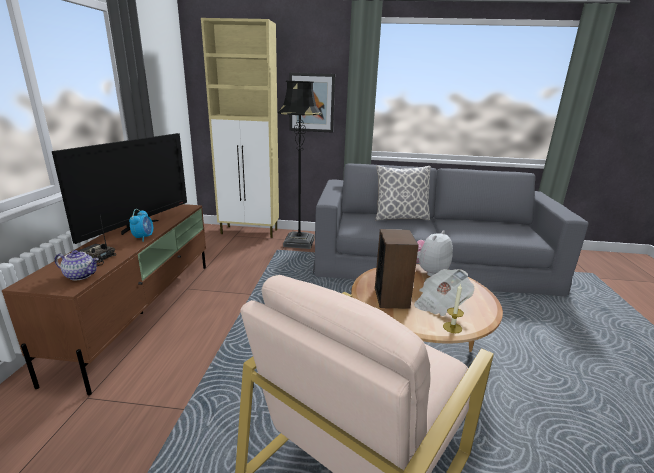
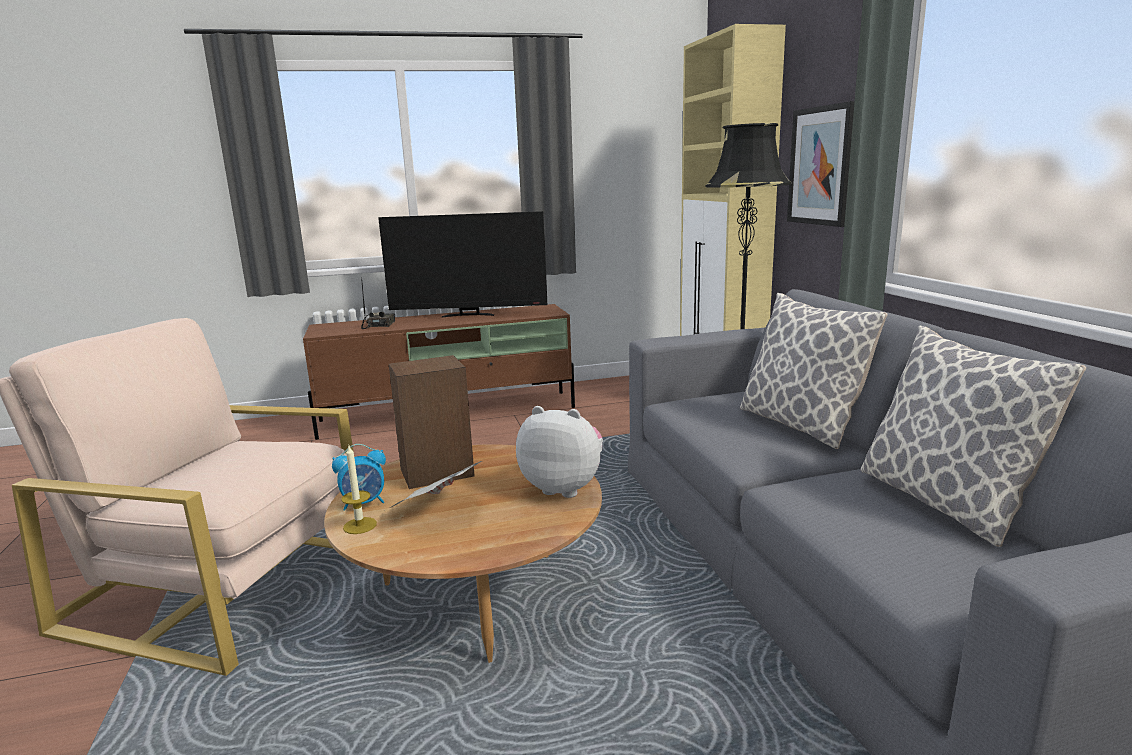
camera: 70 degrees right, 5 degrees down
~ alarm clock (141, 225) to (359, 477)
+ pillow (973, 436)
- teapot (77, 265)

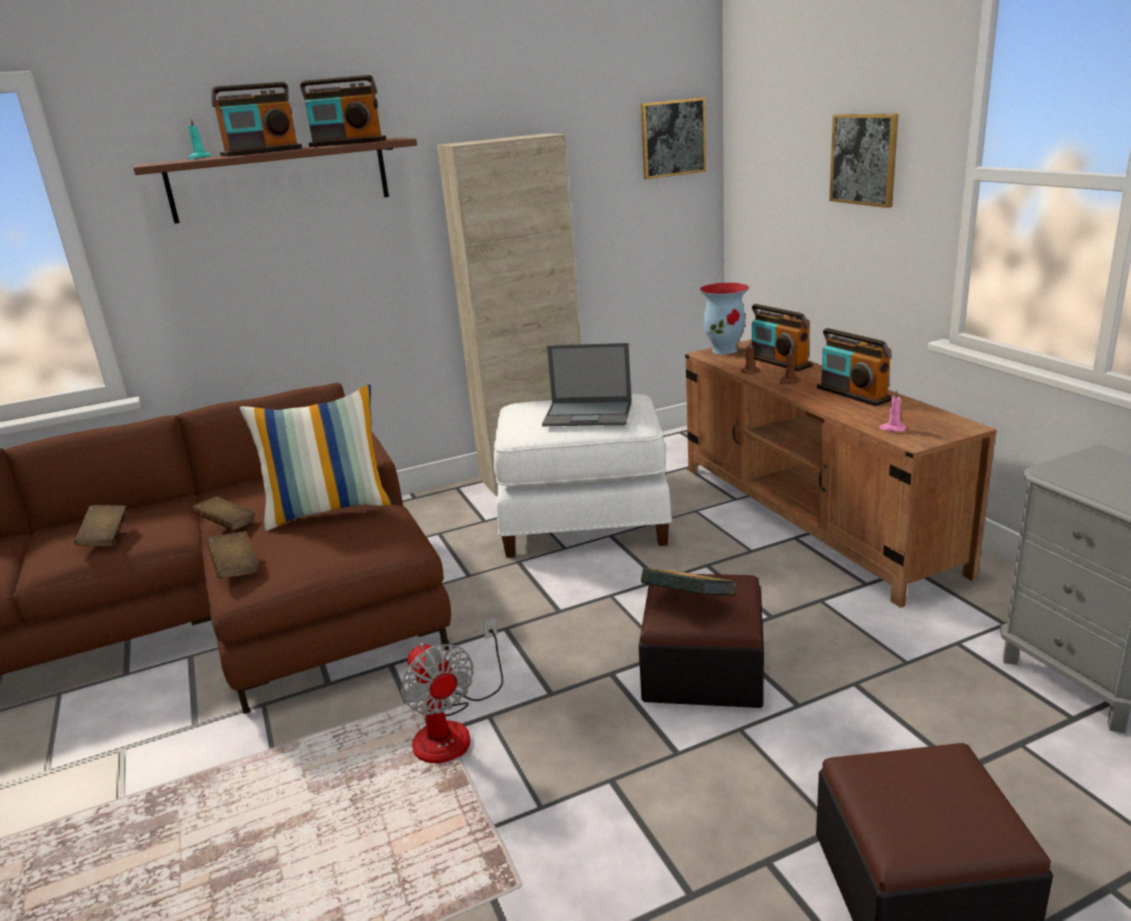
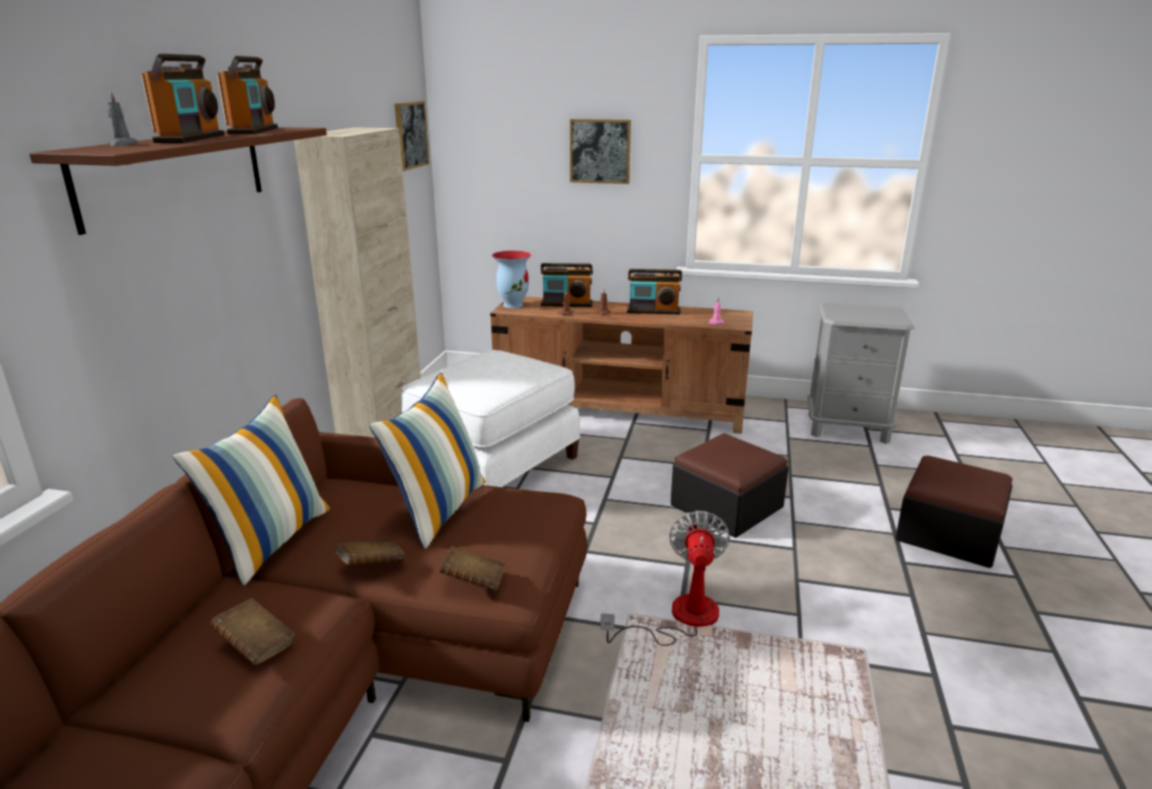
camera: 55 degrees left, 0 degrees up
~ candle/turquoise (199, 139) to candle/grey (123, 118)
+ pillow (251, 490)
~ radio (343, 111) = (247, 95) 45 degrees counterclockwise
~ fan (452, 690) = (665, 578) 90 degrees counterclockwise
- laptop (587, 384)
- book (688, 582)

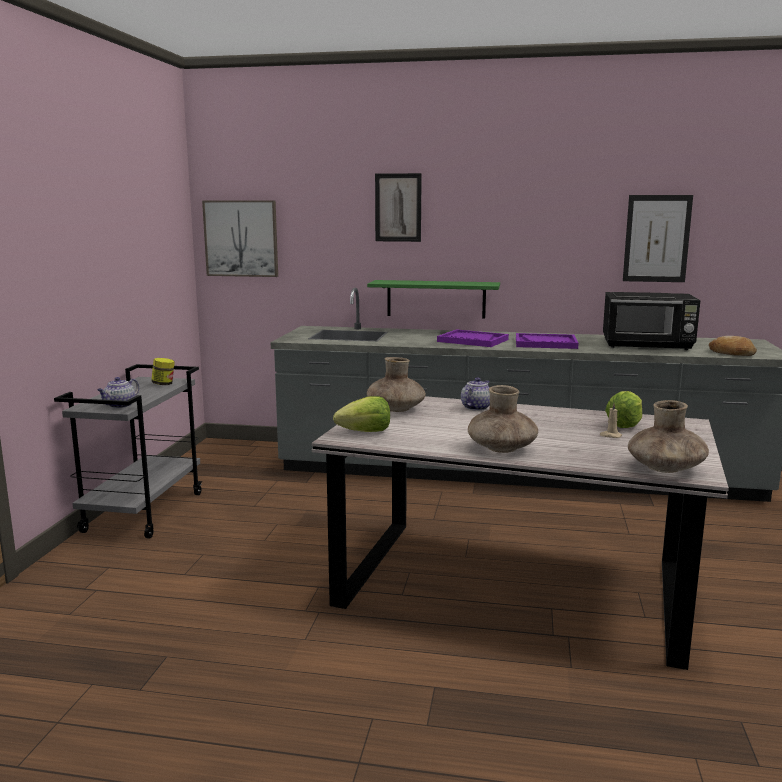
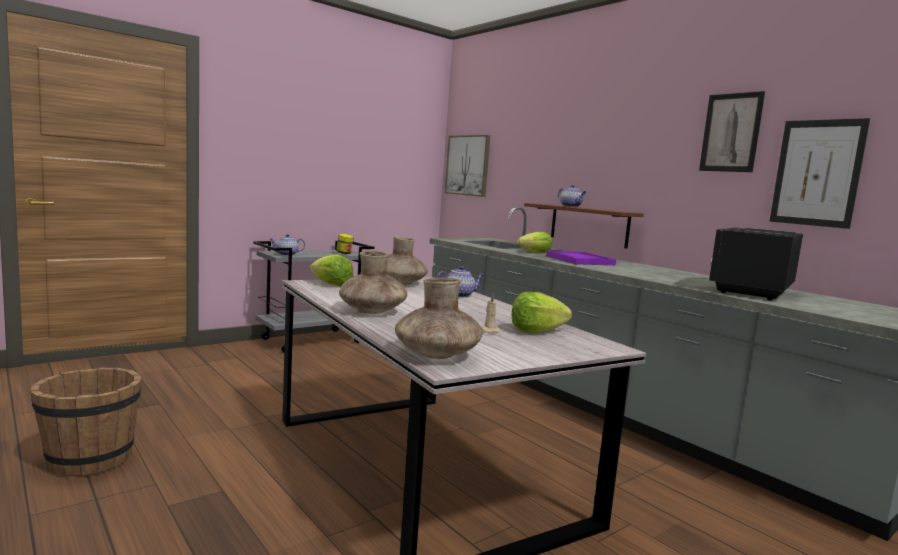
camera: 40 degrees right, 5 degrees down
+ bucket/brown (85, 422)
+ lettuce (534, 242)
~ shelf/green (433, 299) to shelf/brown (584, 226)
+ teapot (572, 196)
~ picture (398, 207) to (732, 131)
~ microwave/black (651, 321) = (756, 264) 75 degrees clockwise
- tray/purple (547, 341)
- bread (733, 346)

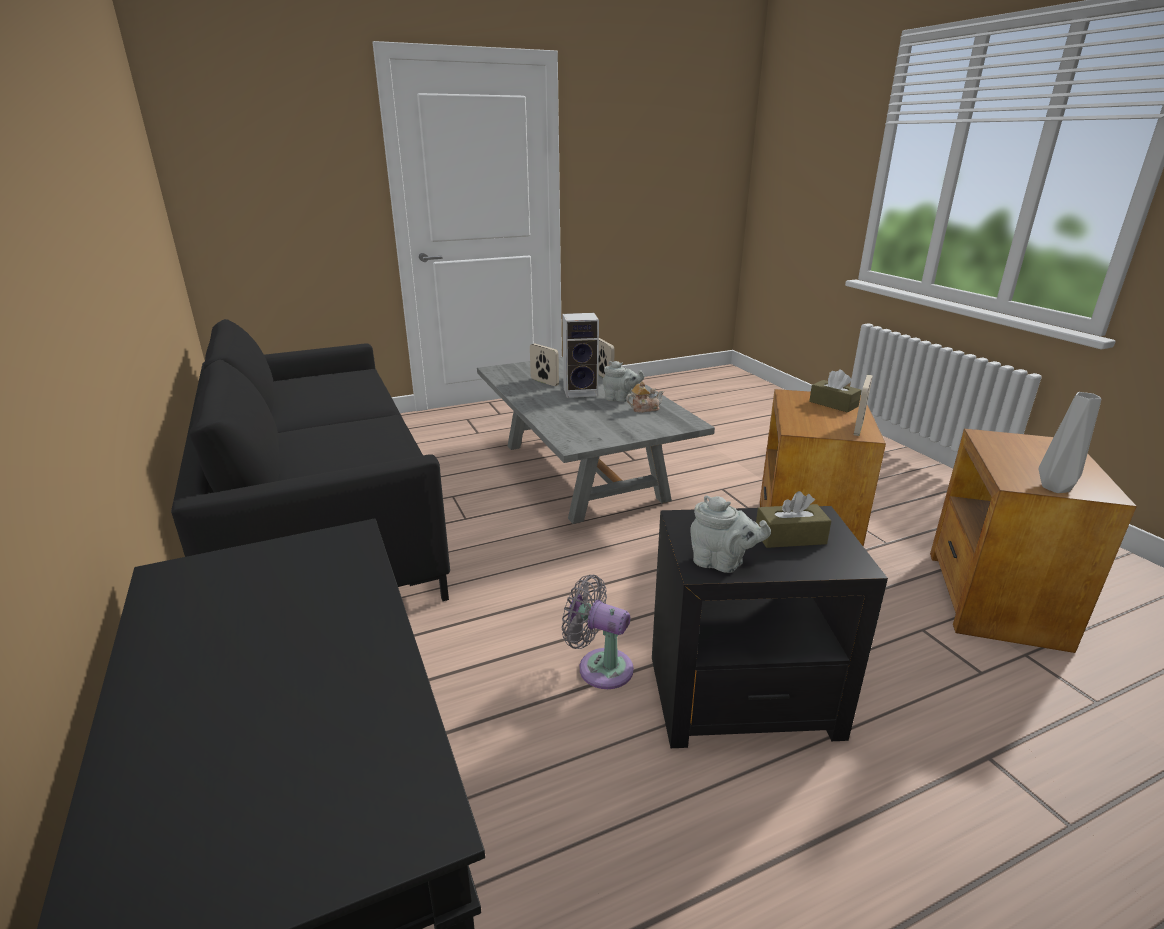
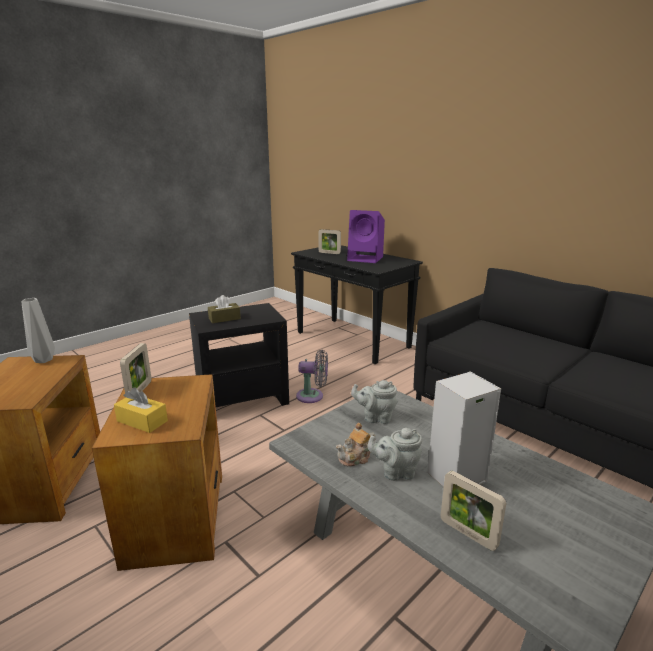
camera: 160 degrees right, 5 degrees down
~ tissue box/brown (835, 391) to tissue box/yellow (141, 410)
~ picture frame (544, 365) to (329, 241)
+ speaker/purple (366, 236)
~ teapot/grey (730, 534) to (374, 402)

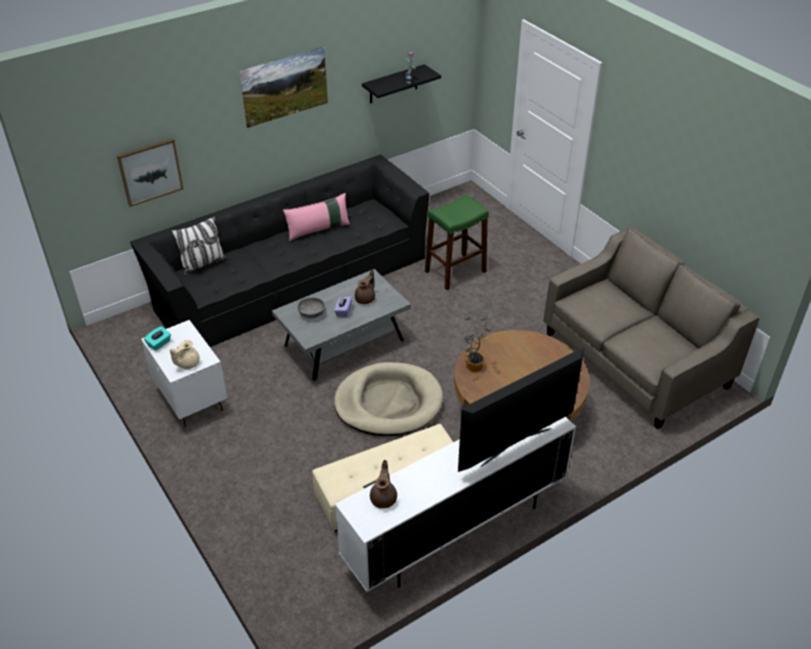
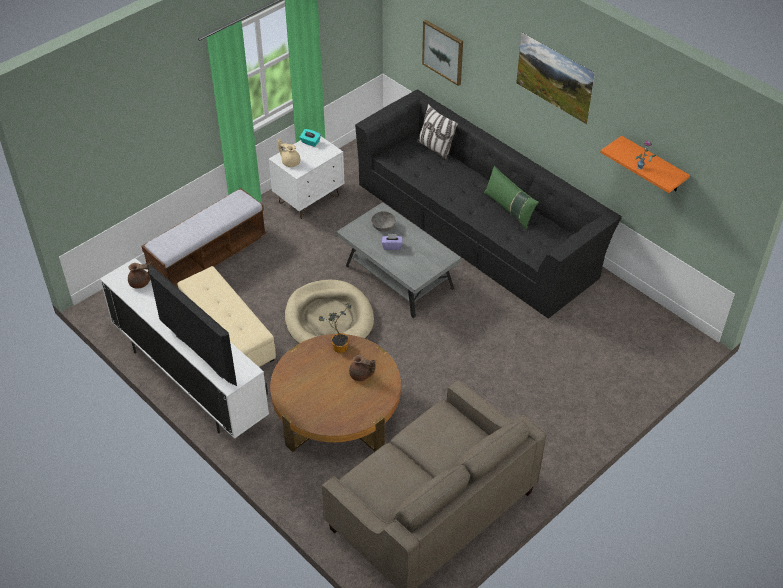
camera: 80 degrees right, 5 degrees up
+ bench (203, 238)
~ teapot/brown (365, 286) to (362, 368)
~ pillow/pink (316, 217) to pillow/green (511, 197)
~ shelf/black (401, 84) to shelf/orange (645, 164)
- stool/green (457, 242)

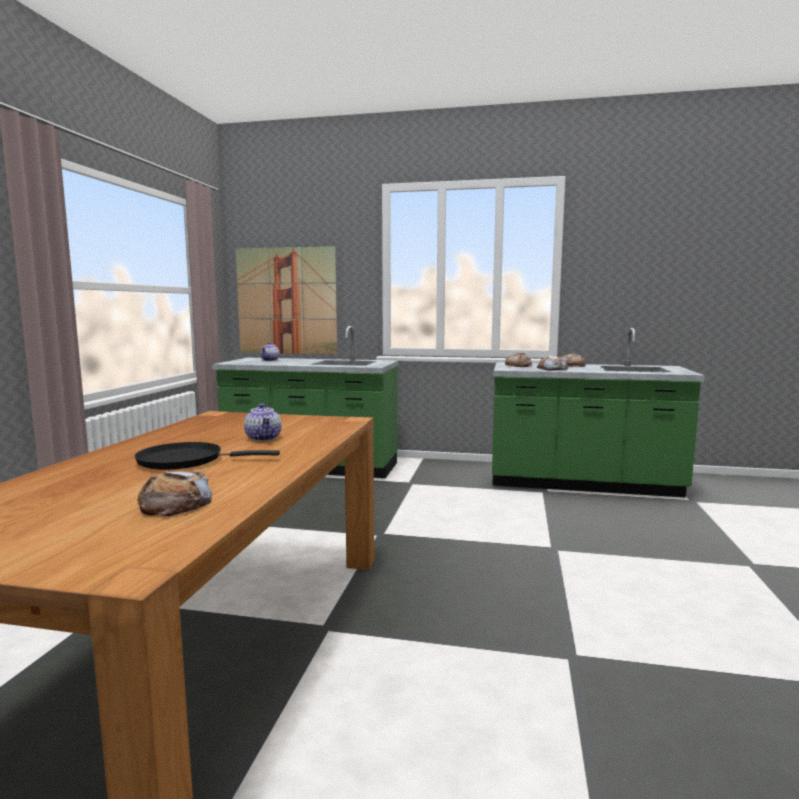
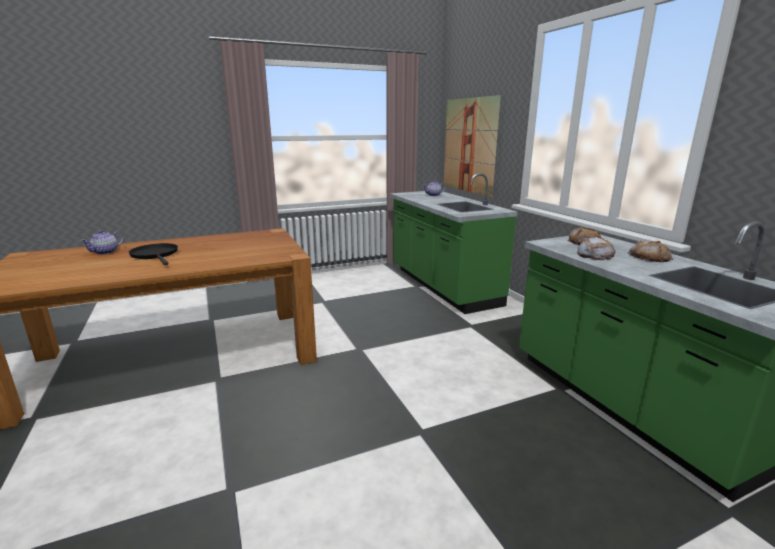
camera: 55 degrees right, 10 degrees up
~ teapot (263, 422) to (101, 242)
- bread (174, 493)

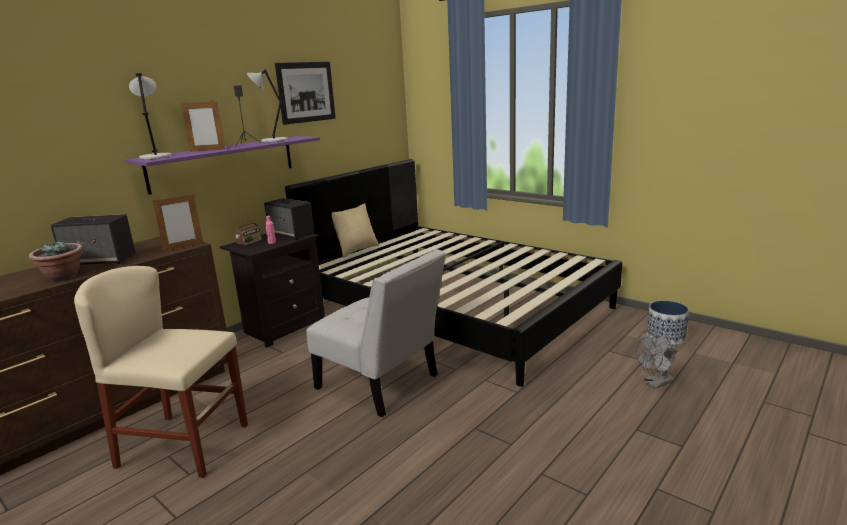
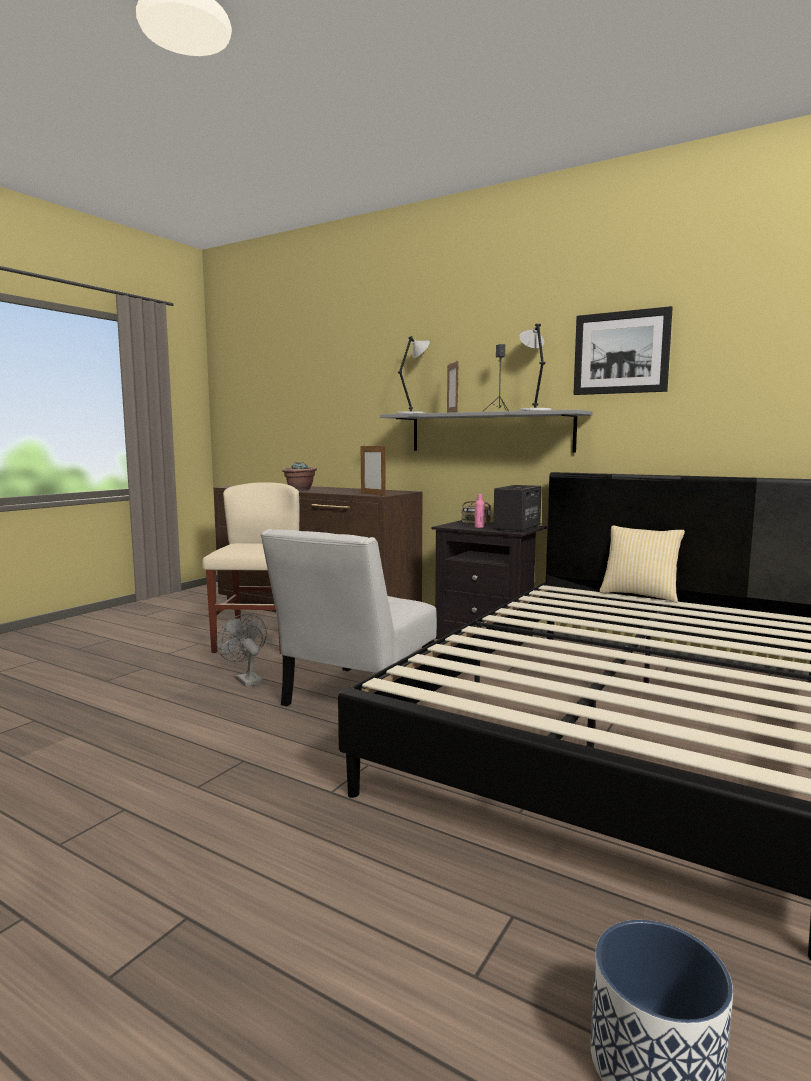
camera: 80 degrees right, 10 degrees down
~ fan/grey (656, 359) to (242, 650)
~ shelf/purple (223, 165) to shelf/grey (486, 430)
- speaker (93, 239)

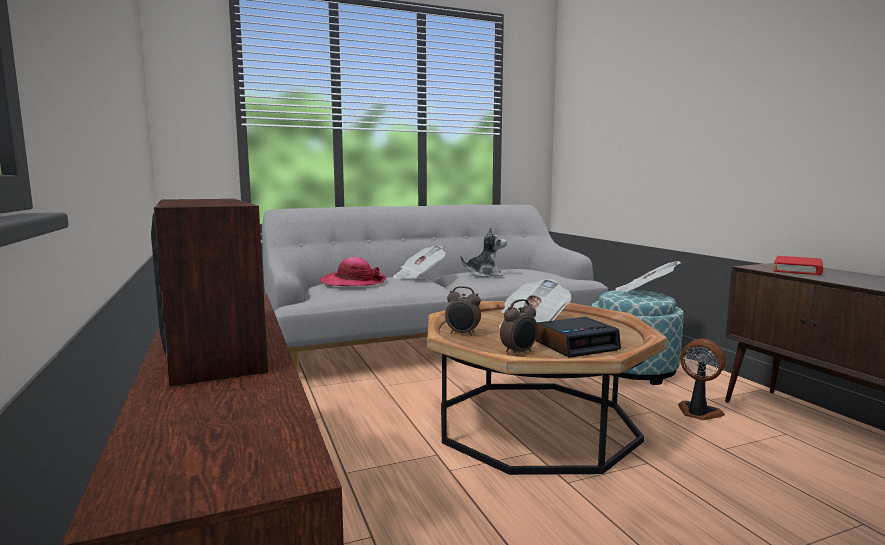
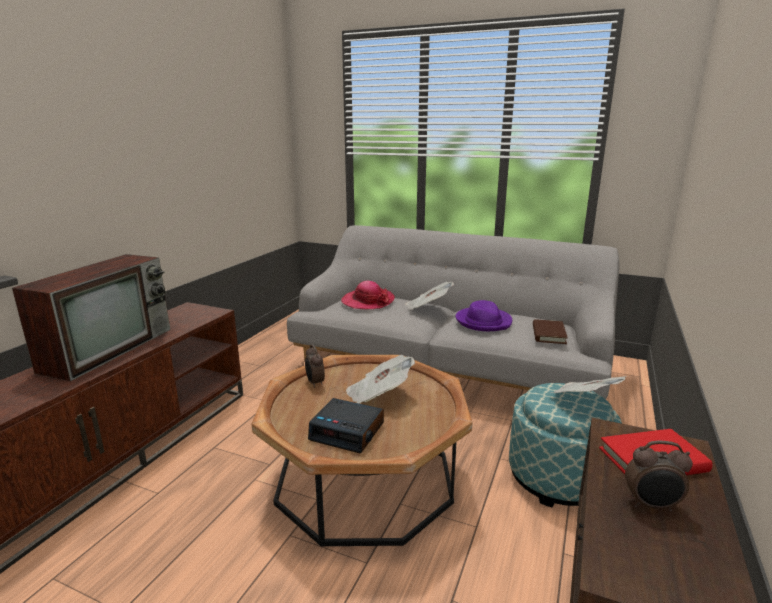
camera: 45 degrees right, 10 degrees up
~ plush toy (484, 252) to hat/purple (484, 315)
+ book/brown (550, 331)
~ alarm clock (519, 327) to (659, 476)
- fan (702, 379)

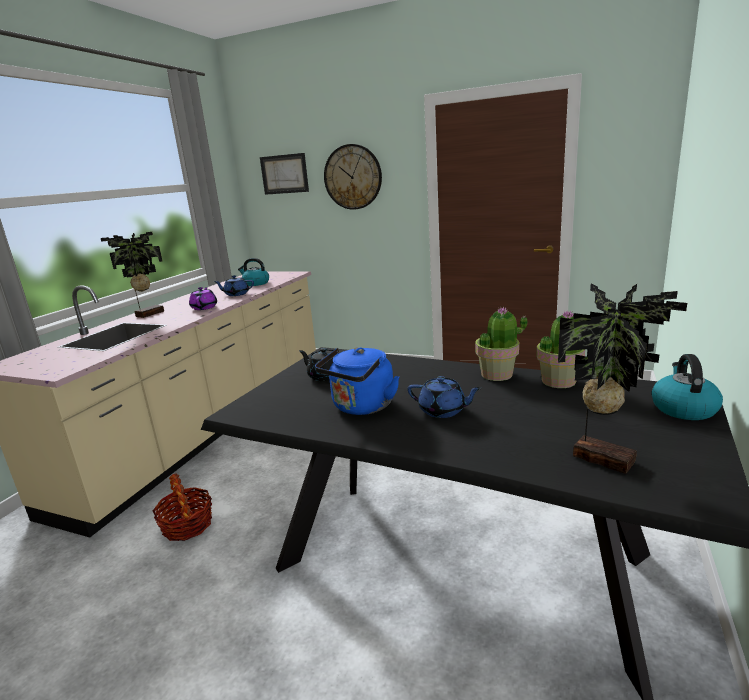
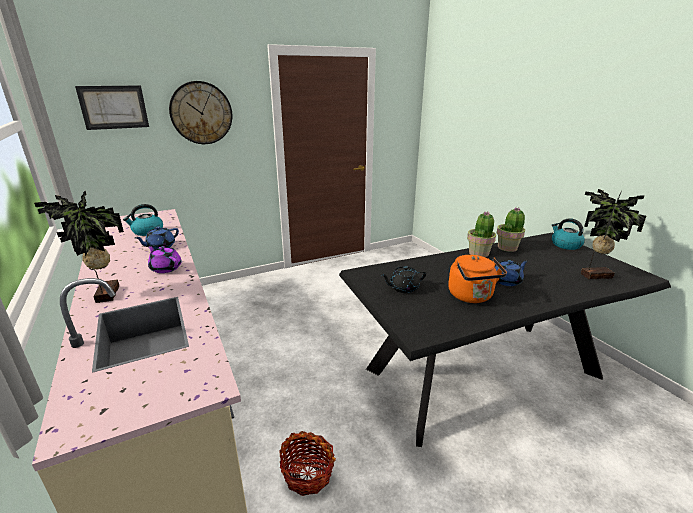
camera: 50 degrees left, 5 degrees up
~ kettle/blue (357, 381) to kettle/orange (477, 279)

